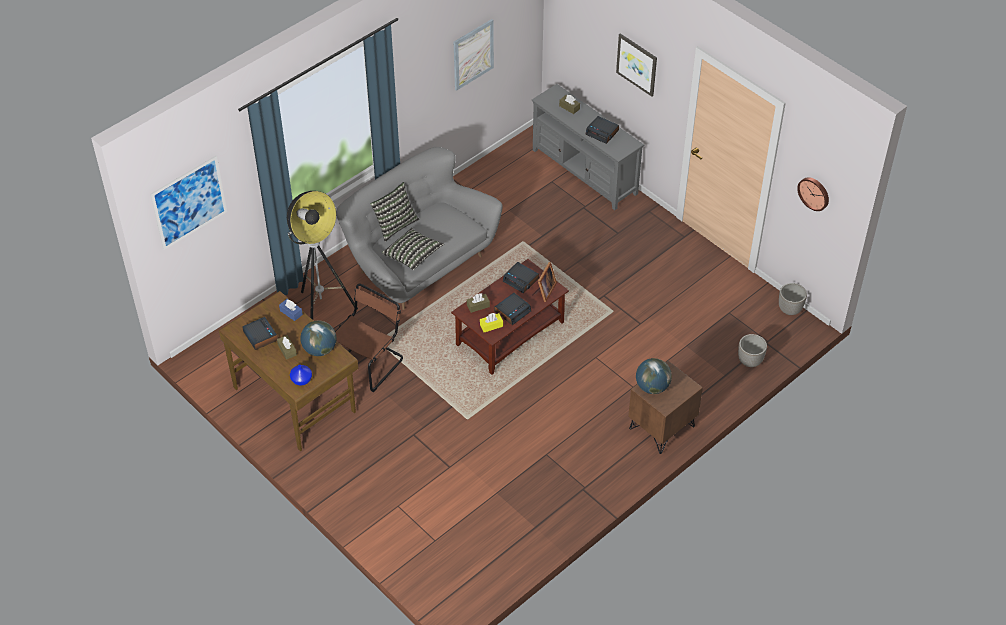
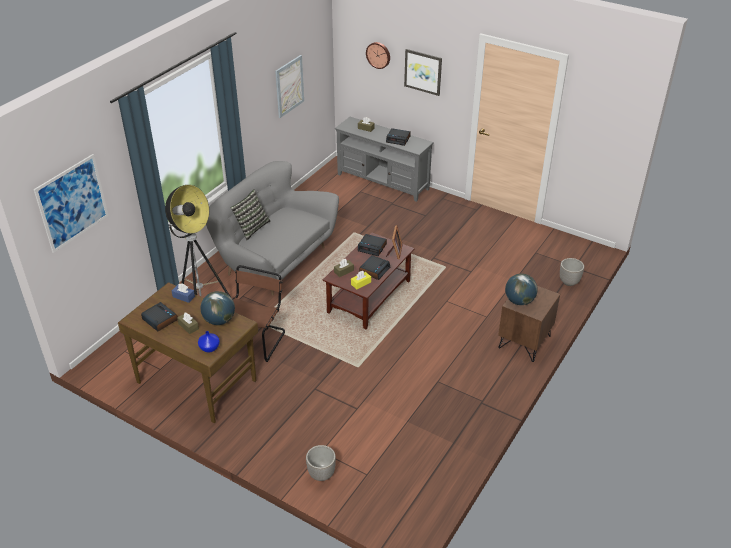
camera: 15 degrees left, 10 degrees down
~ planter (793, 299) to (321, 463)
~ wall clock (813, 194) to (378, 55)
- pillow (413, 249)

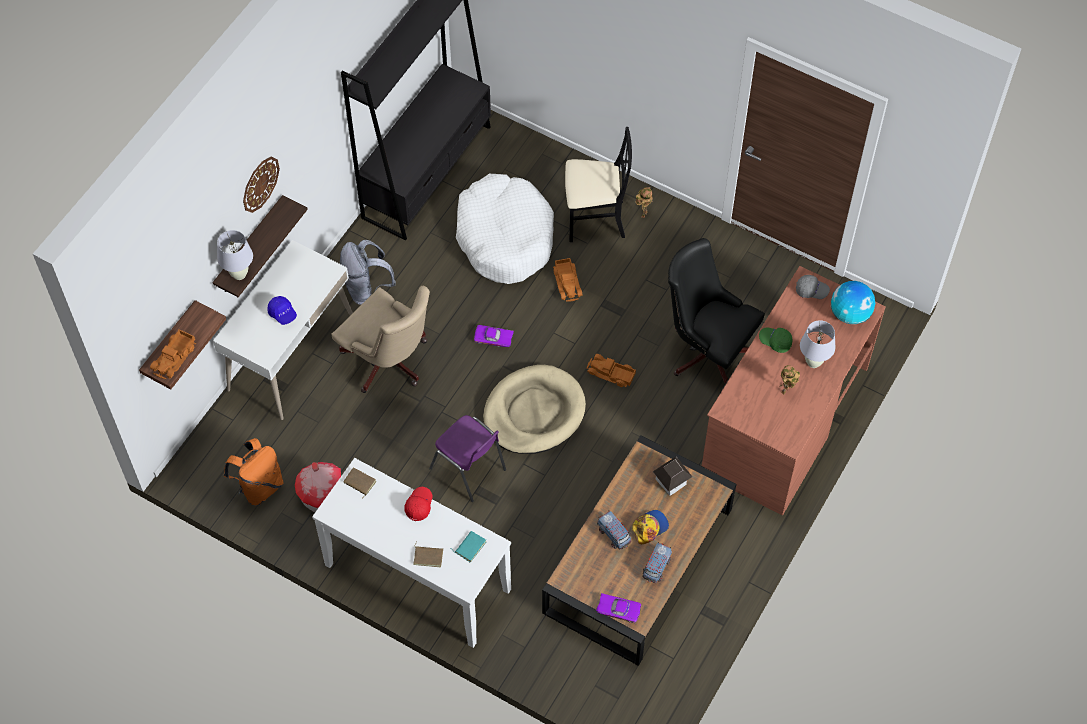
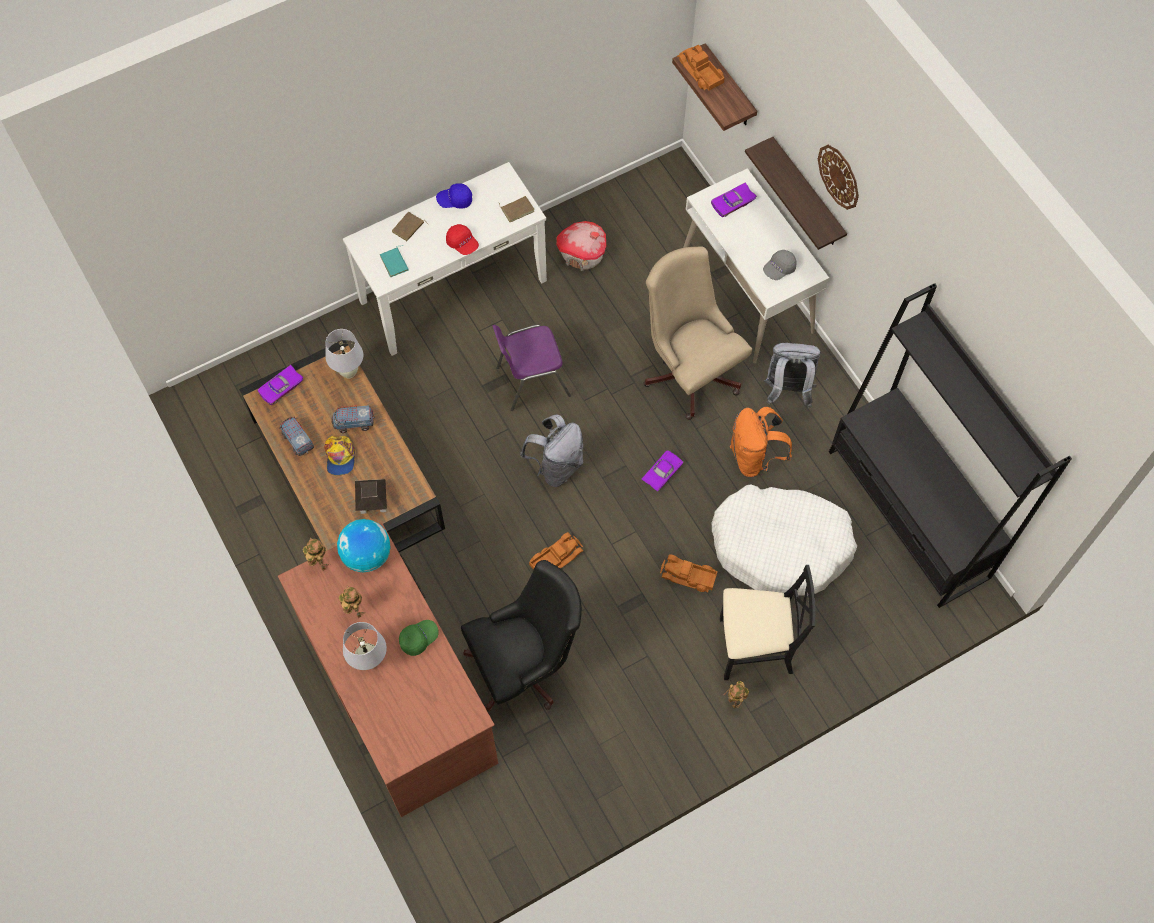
camera: 120 degrees right, 5 degrees up
+ toy robot (316, 554)
~ table lamp/white (235, 255) to (344, 354)
~ globe (853, 302) to (364, 545)
~ cap/blue (282, 310) to (454, 195)
~ dog bed/beige (534, 409) to backpack/grey (551, 451)
~ office chair/beige (380, 339) = (698, 333) 75 degrees clockwise
+ toy car/purple (734, 199)
~ chair/black (598, 184) = (768, 622) 120 degrees counterclockwise
~ backpack/orange (254, 472) to (761, 442)
~ cap/grey (813, 287) to (780, 265)

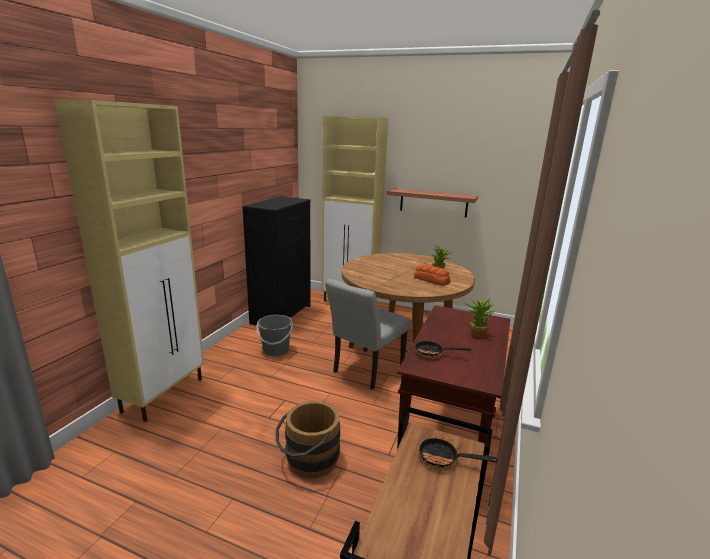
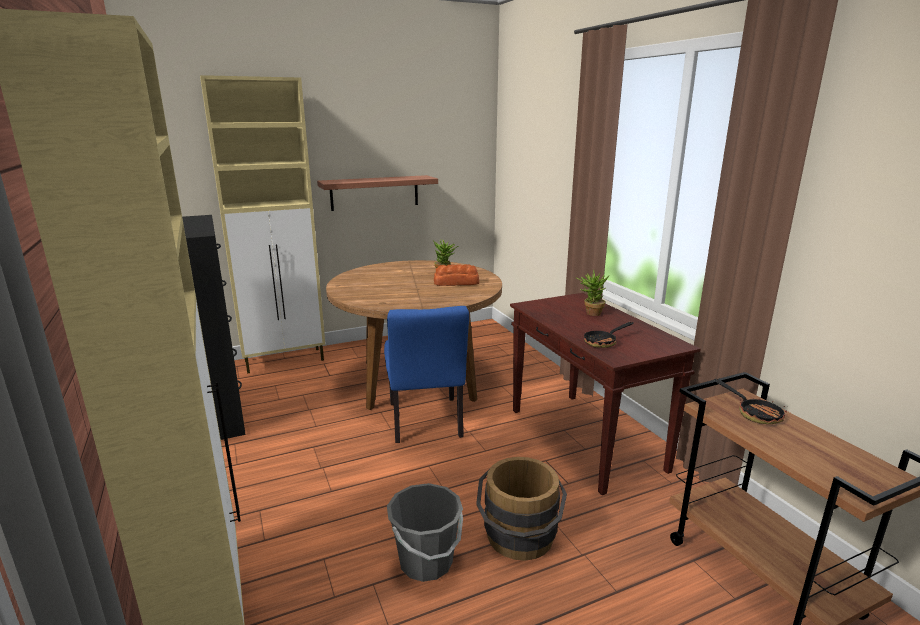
camera: 45 degrees left, 0 degrees up
~ chair/grey (367, 334) to chair/blue (426, 374)
~ bucket/grey (274, 335) to (425, 532)
~ frying pan (458, 453) = (750, 401) 90 degrees counterclockwise

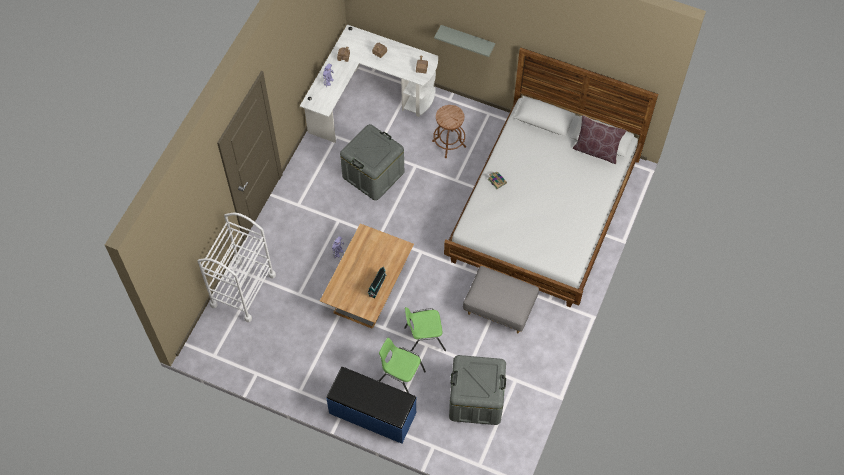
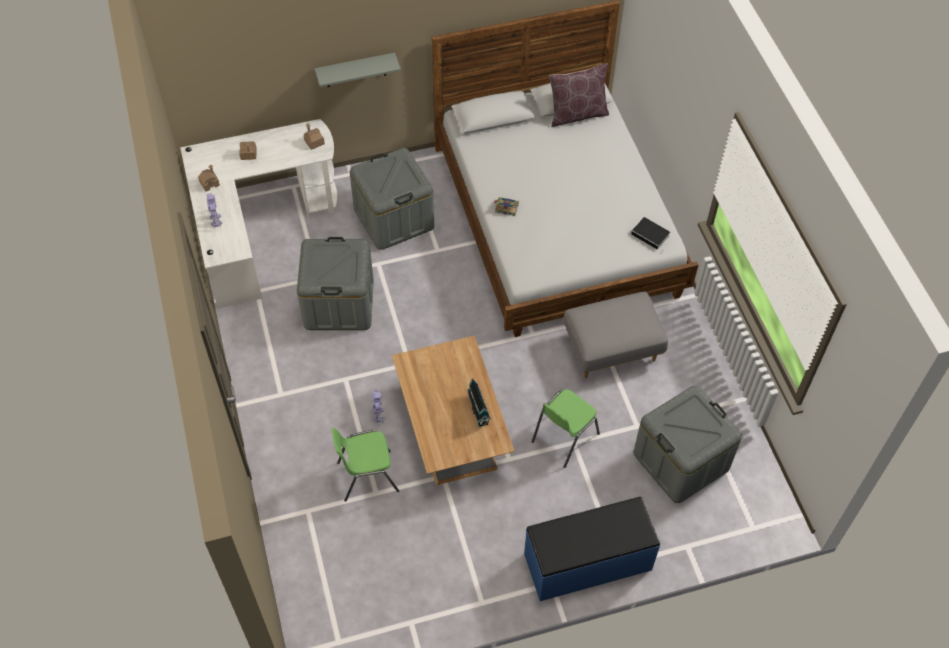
camera: 40 degrees left, 5 degrees down
~ chair/green (402, 365) to (365, 465)
~ stool/brown (449, 131) to storage box/grey (392, 199)
+ book (650, 234)
- cart/white (237, 267)

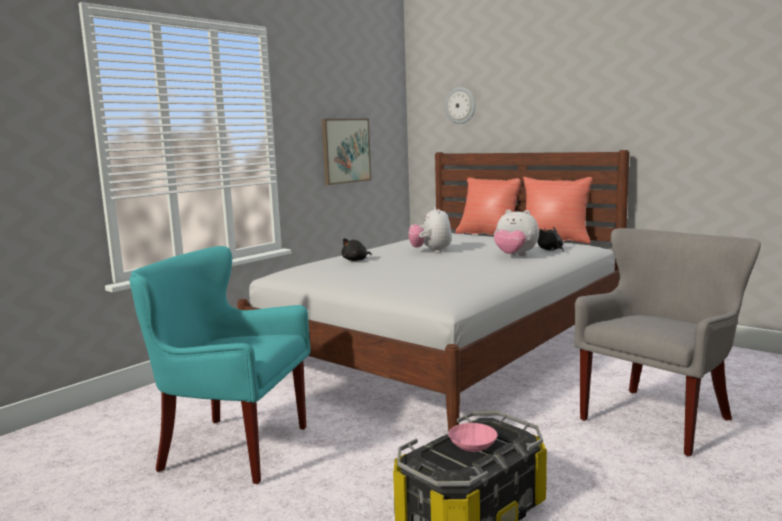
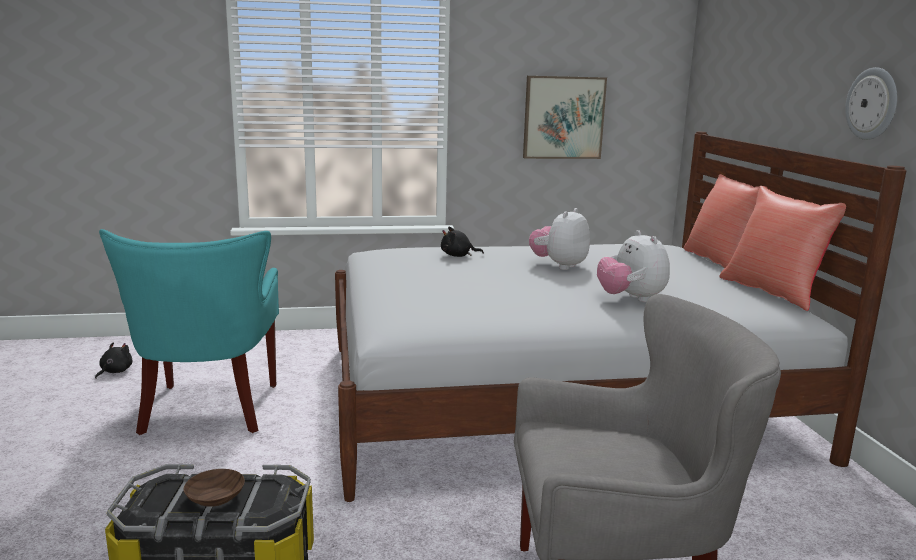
camera: 40 degrees right, 5 degrees up
~ plush toy/black (551, 239) to (113, 360)
~ armchair/turquoise (220, 365) = (189, 332) 150 degrees counterclockwise
~ bowl/pink (473, 437) to bowl/brown (214, 488)
~ wall clock (460, 105) to (871, 103)

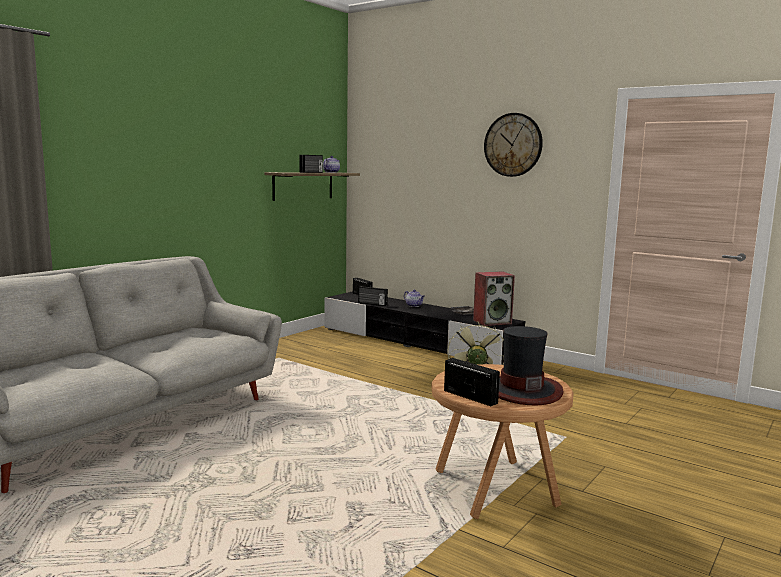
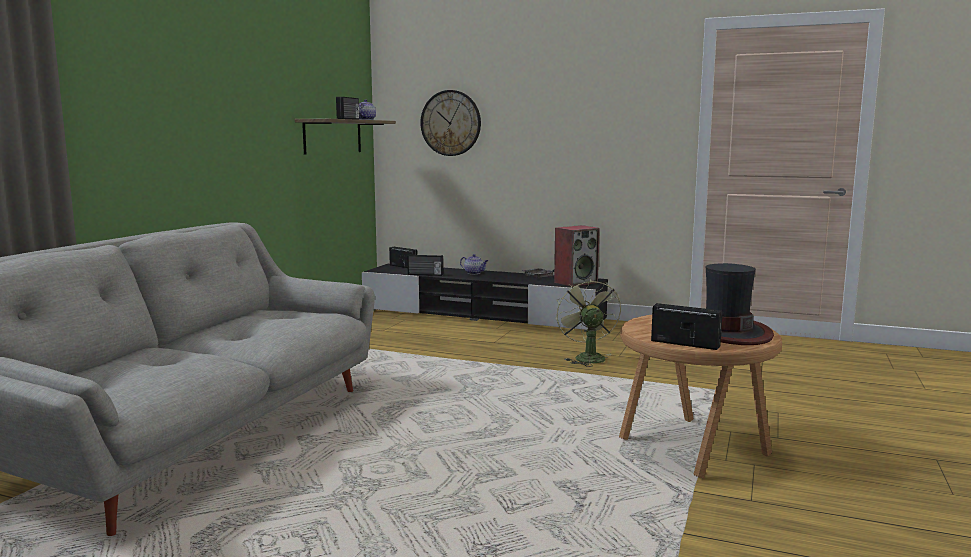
camera: 15 degrees left, 0 degrees up
~ wall clock (513, 145) to (450, 123)

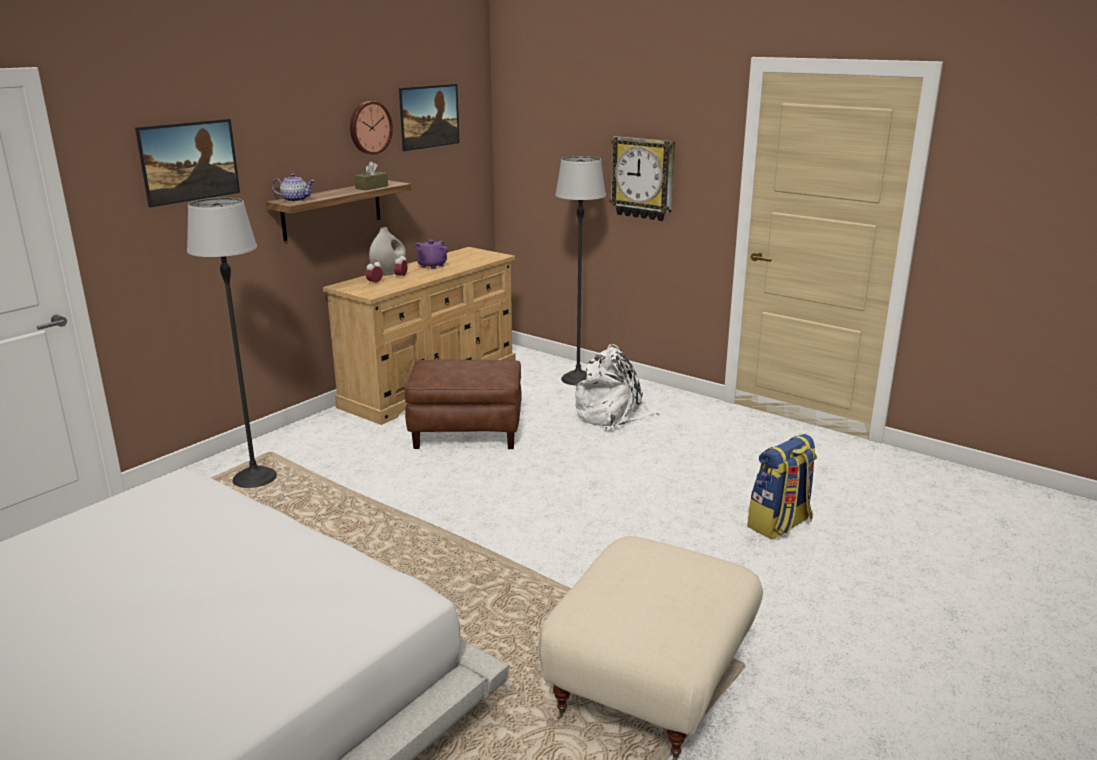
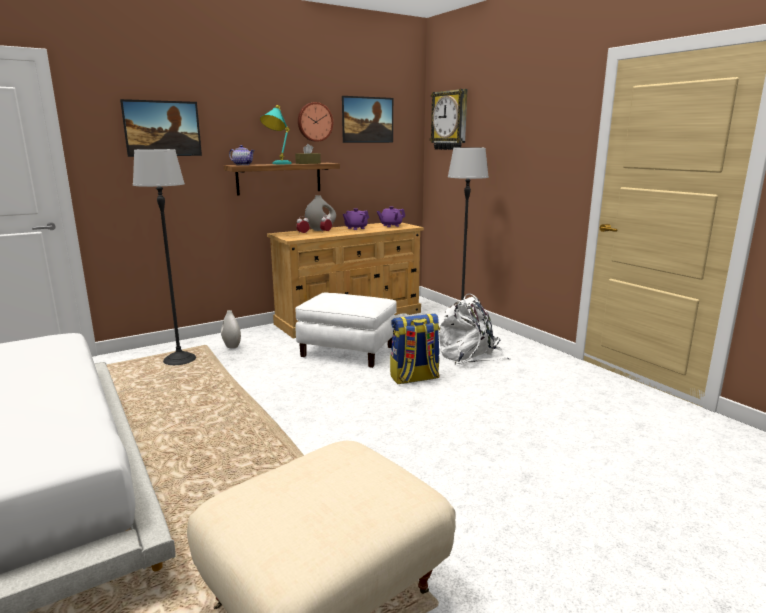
camera: 20 degrees right, 5 degrees down
+ vase/white (231, 329)
+ table lamp/turquoise (276, 134)
~ ottoman/brown (463, 404) to ottoman/white (346, 330)
+ teapot/purple (391, 216)
~ backpack (782, 487) to (415, 349)
~ wall clock (642, 178) to (448, 119)

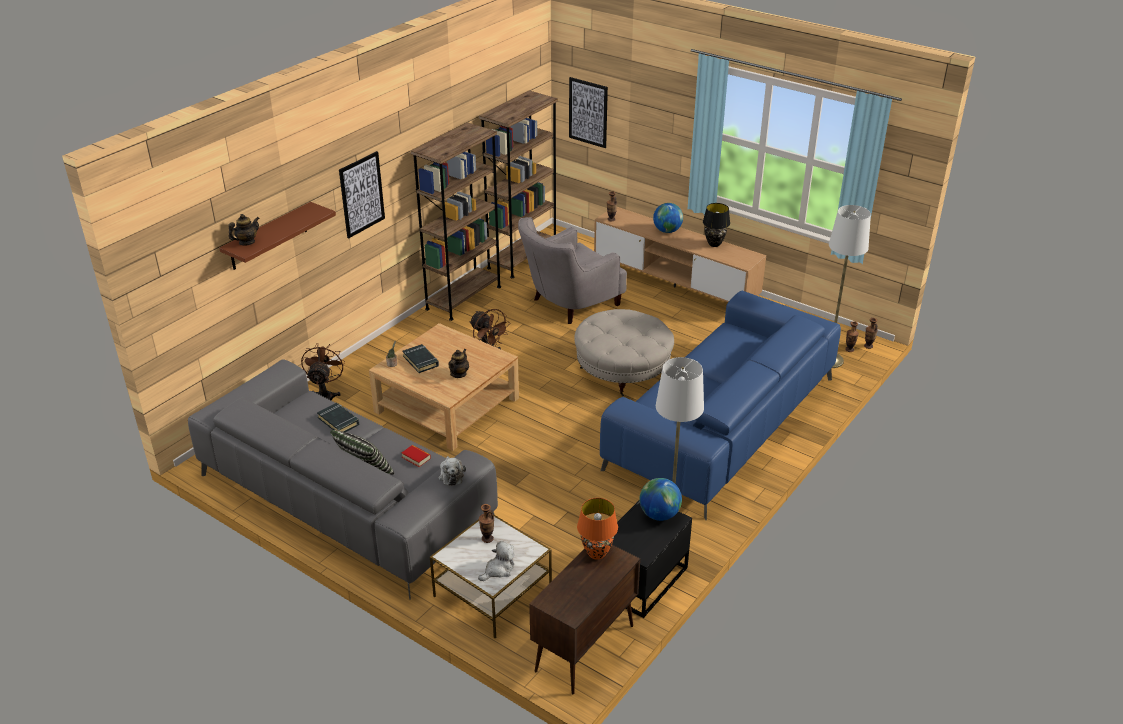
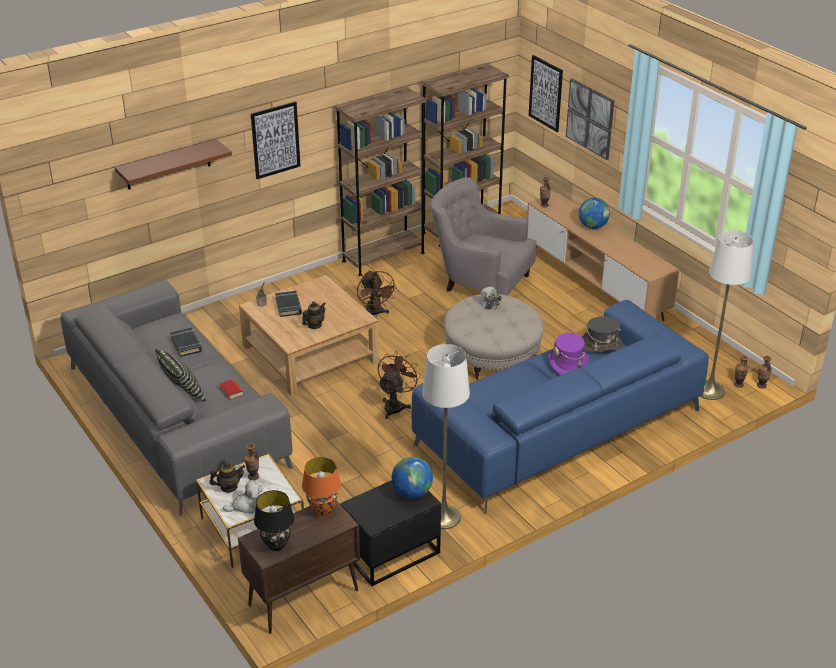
camera: 20 degrees right, 0 degrees up
~ teapot (243, 230) to (227, 477)
~ table lamp/black (716, 225) to (274, 520)
~ fan/brown (323, 371) to (399, 385)
~ armchair/grey (572, 270) = (484, 236) 45 degrees clockwise
~ plush toy (452, 471) to (490, 298)
+ hat/purple (569, 354)
+ picture (590, 119)
+ hat/grey (603, 334)

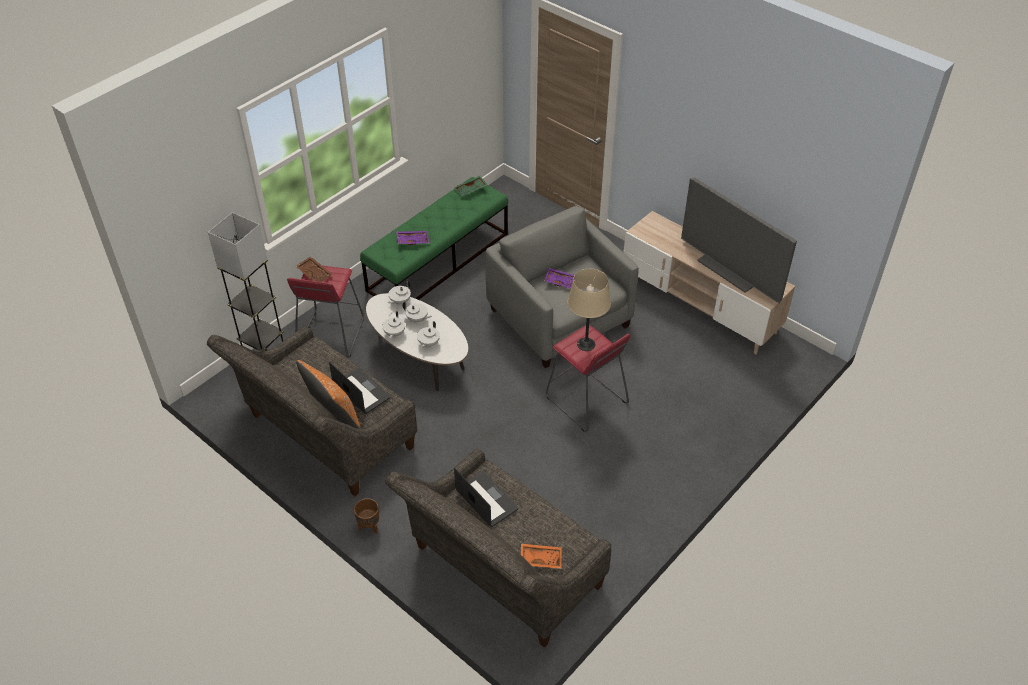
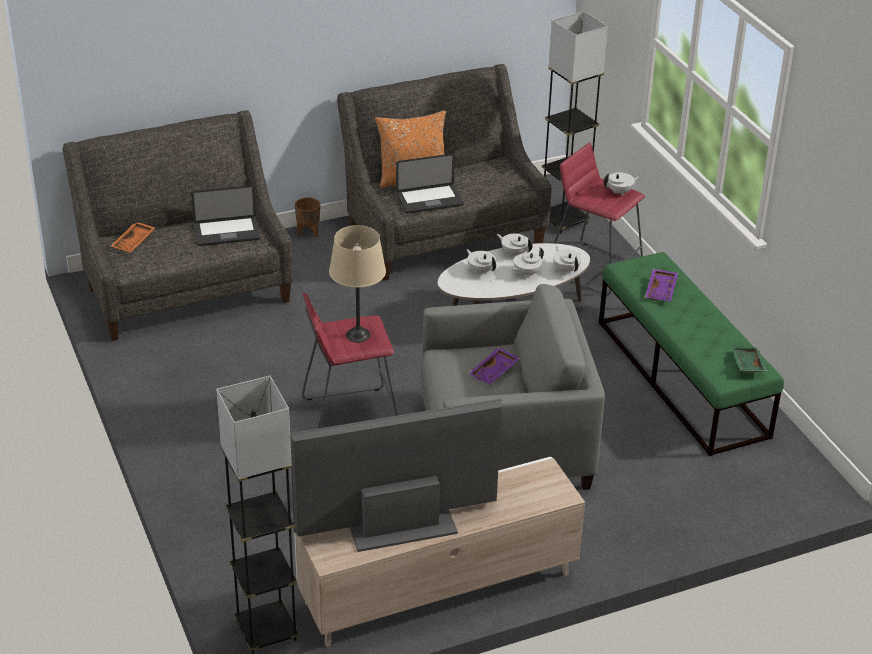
camera: 115 degrees right, 10 degrees down
+ floor lamp/grey (258, 515)
~ tray/brown (314, 269) to teapot/white (621, 184)

